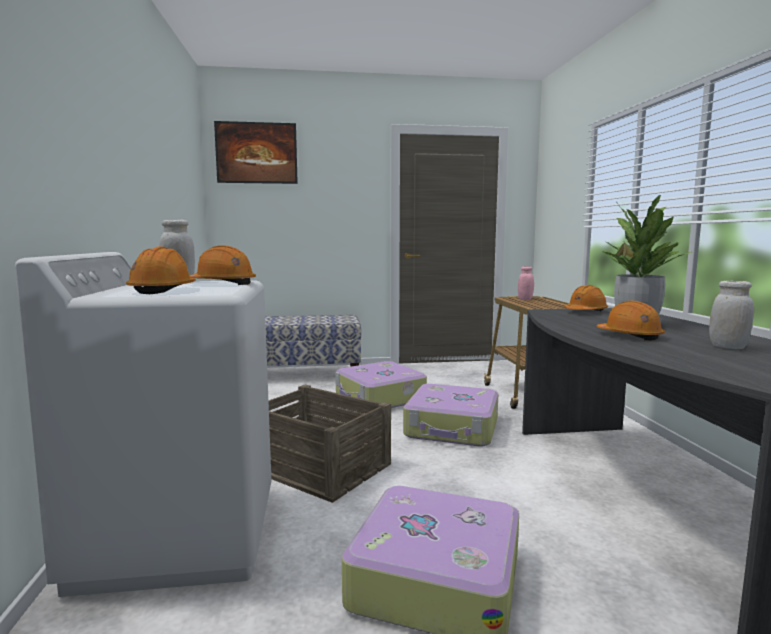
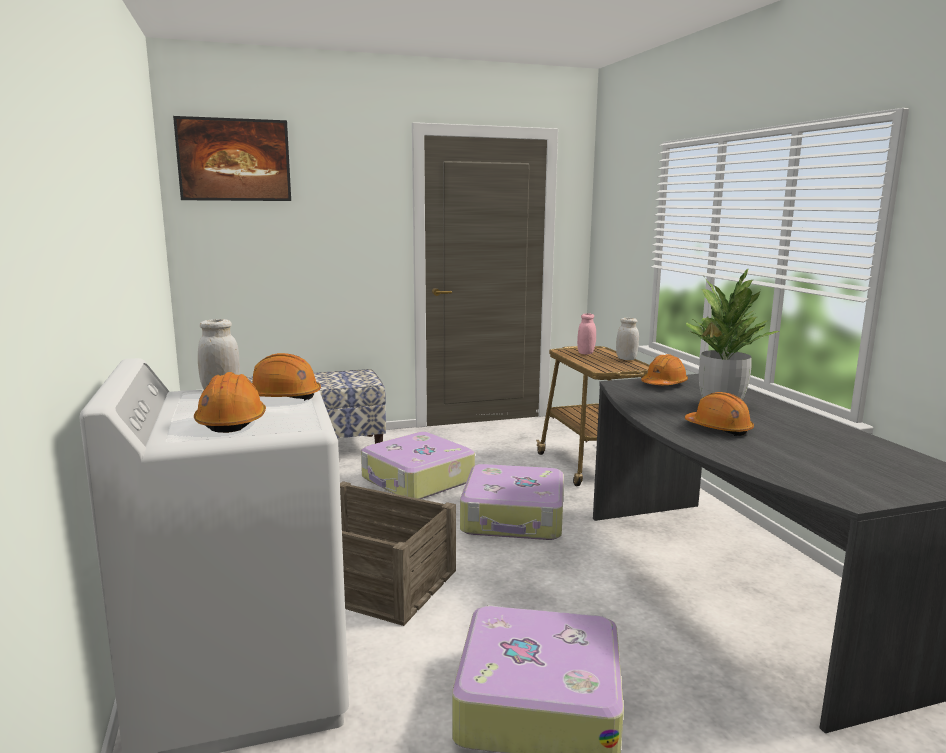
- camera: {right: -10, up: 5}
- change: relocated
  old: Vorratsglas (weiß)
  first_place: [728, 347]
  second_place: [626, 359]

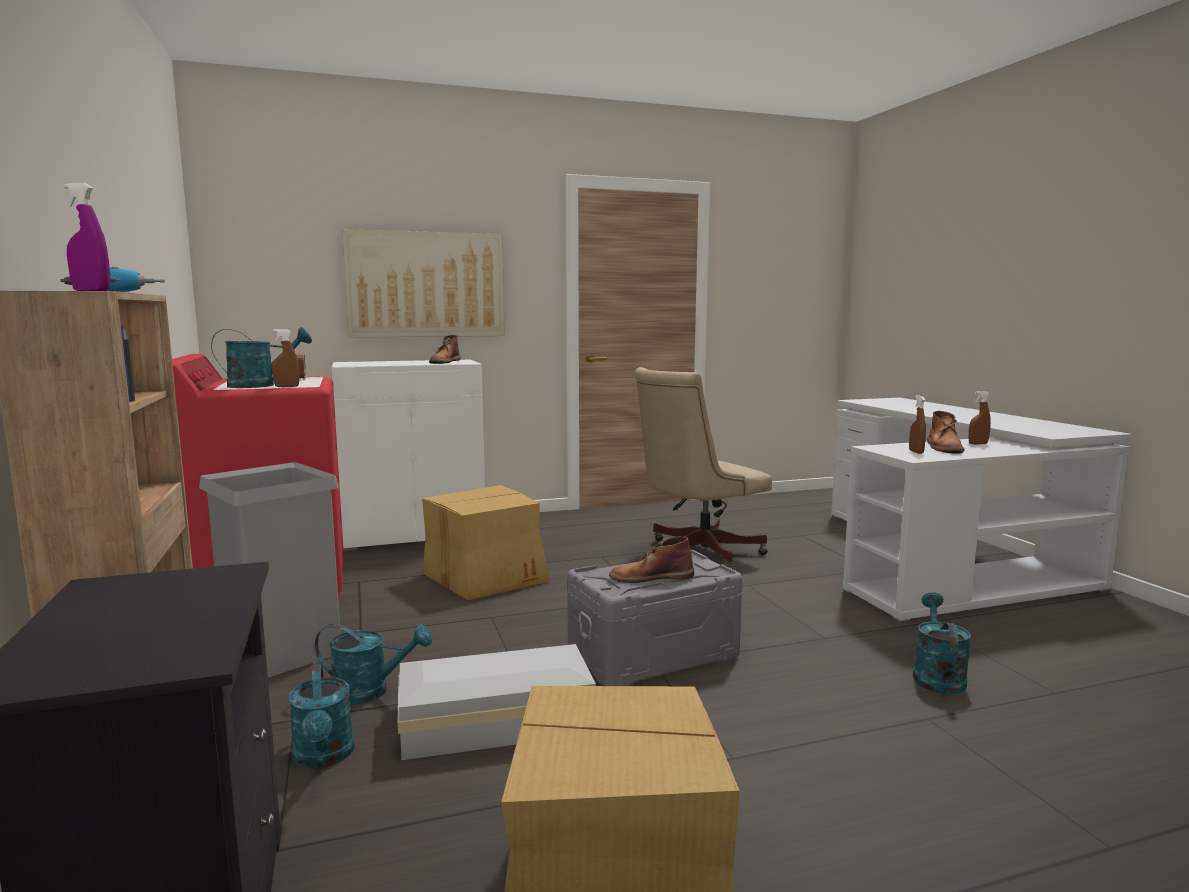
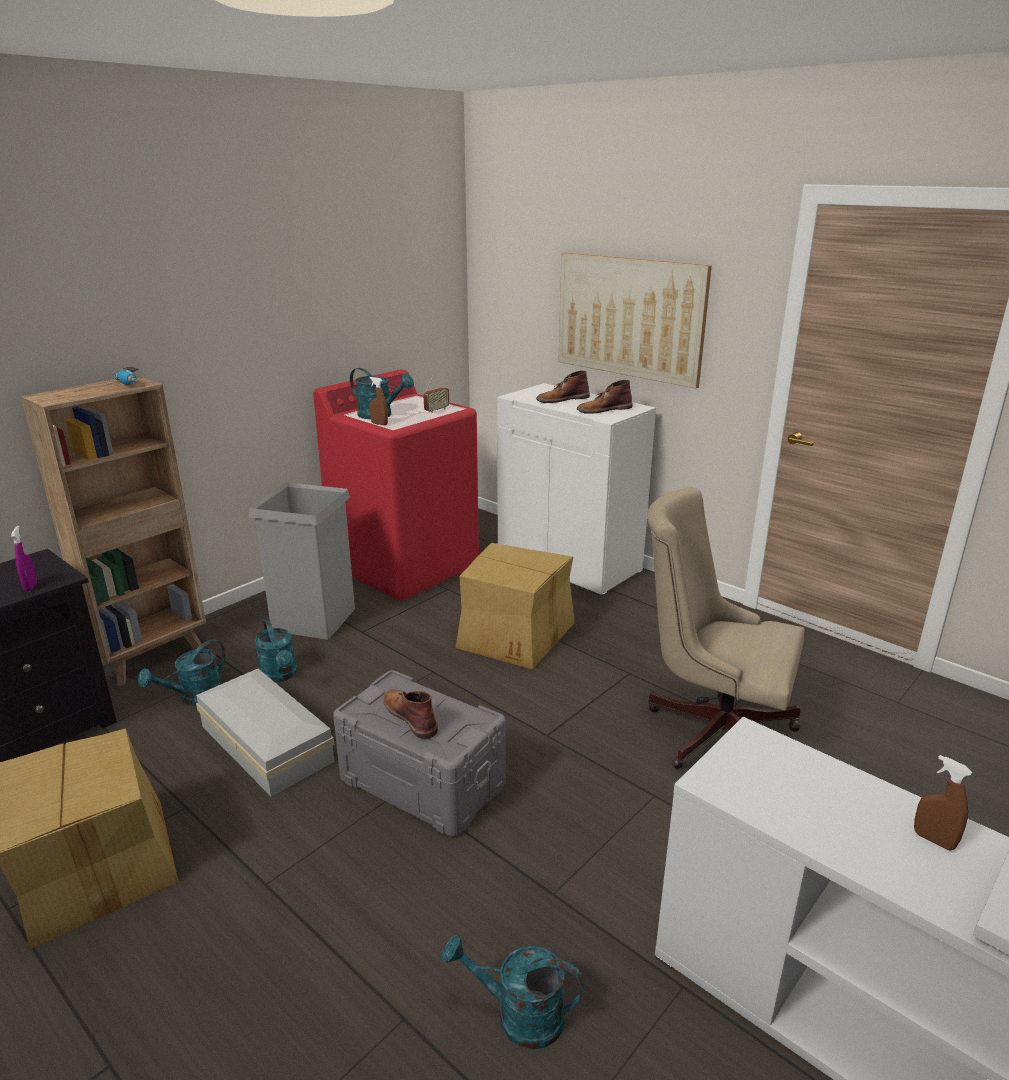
- camera: {right: 60, up: 15}
- change: relocated
  old: Sprühflasche (lila)
  first_place: [91, 291]
  second_place: [30, 586]
- change: spun
  old: Gießkanne (türkis)
  first_place: [936, 676]
  second_place: [518, 1016]
  degrees: -150
- change: relocated
  old: Stiefel (braun)
  first_place: [944, 447]
  second_place: [562, 399]
- change: missing
  old: Sprühflasche (braun)
  first_place: [916, 452]

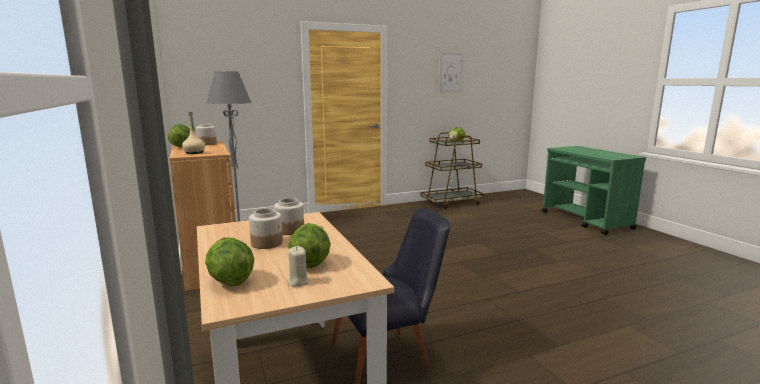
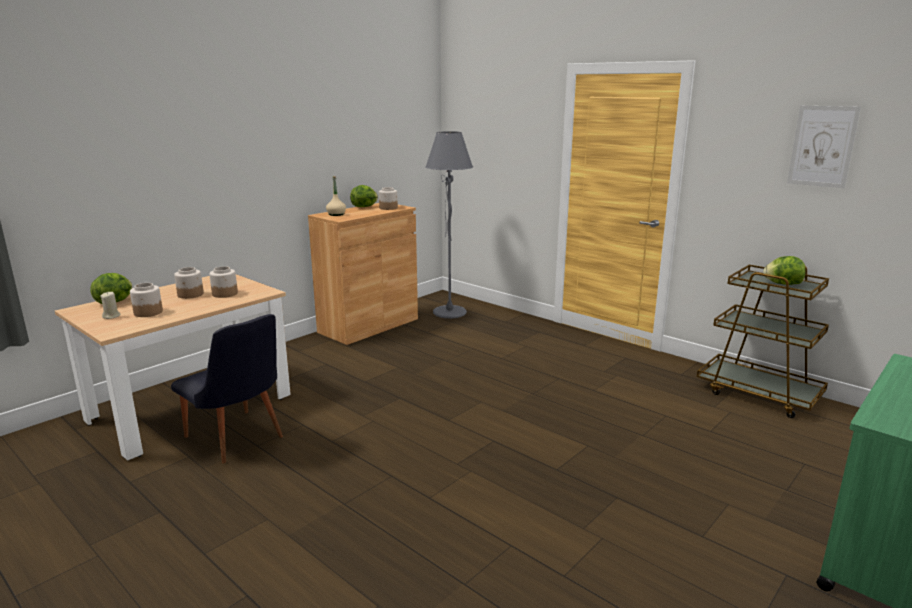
- camera: {right: 65, up: 5}
- change: exchanged
  old: Salatkopf
  new: Vorratsglas
  first_place: [309, 263]
  second_place: [148, 312]

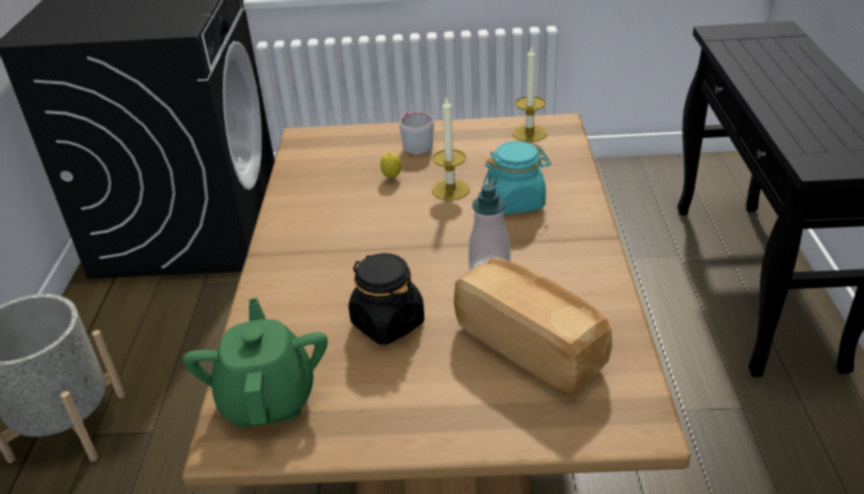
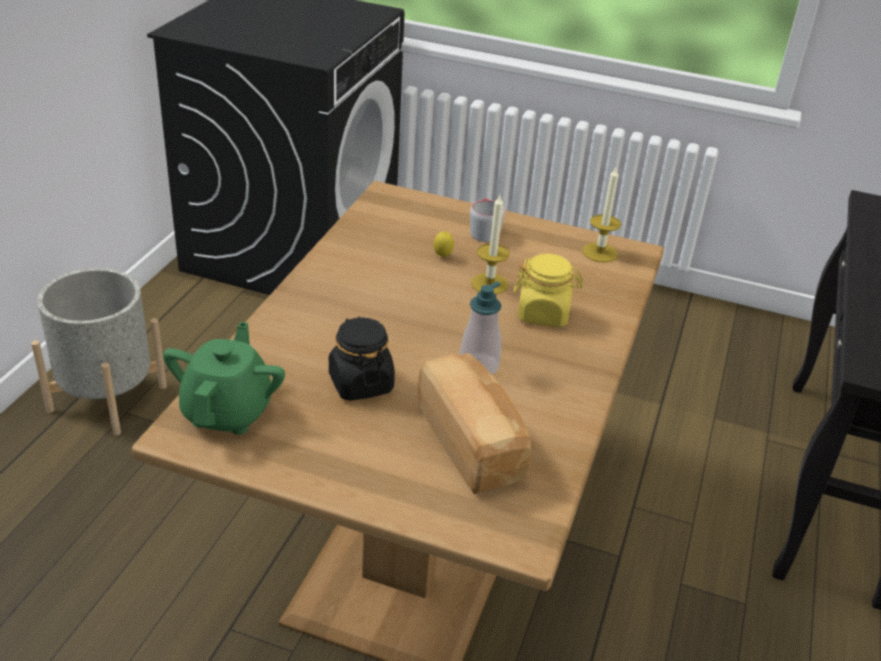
- camera: {right: 15, up: 0}
- change: colour
  old: Vorratsglas (türkis)
  new: Vorratsglas (gelb)
  first_place: [516, 202]
  second_place: [543, 314]

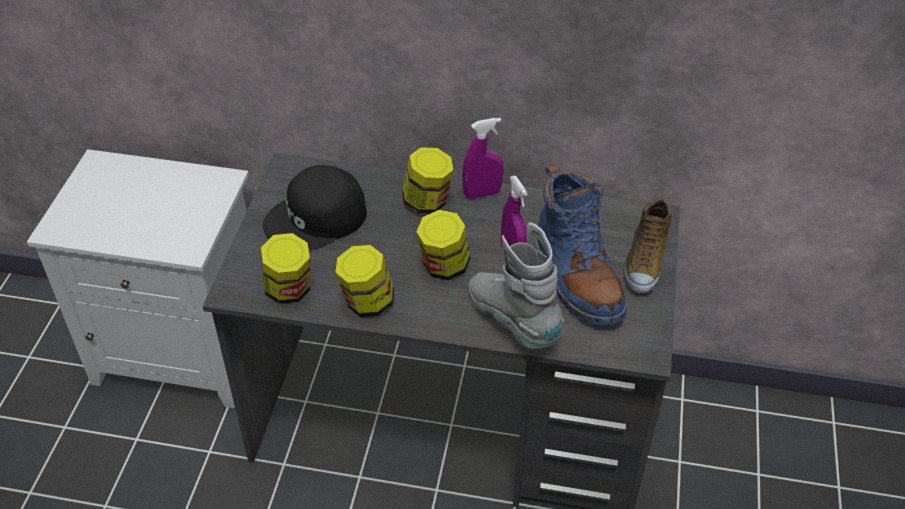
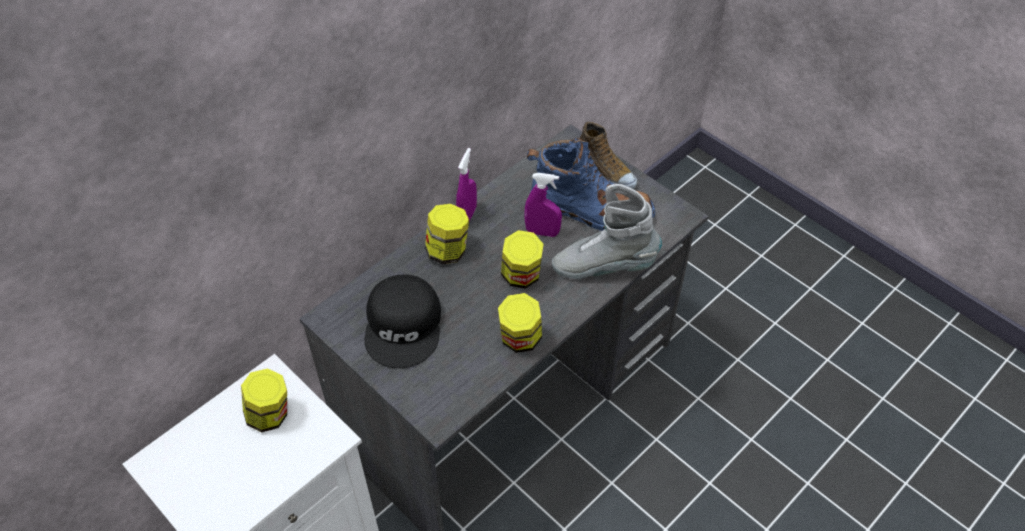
- camera: {right: -55, up: 5}
- change: relocated
  old: Vorratsglas
  first_place: [289, 290]
  second_place: [270, 415]

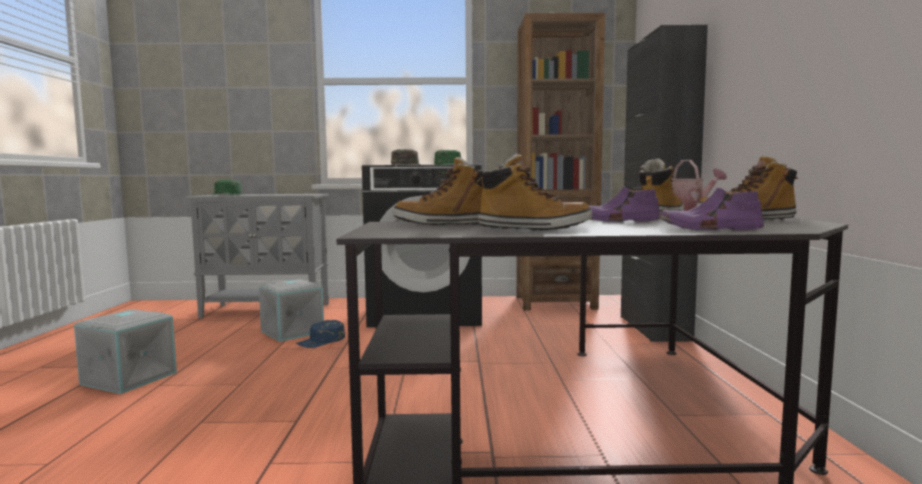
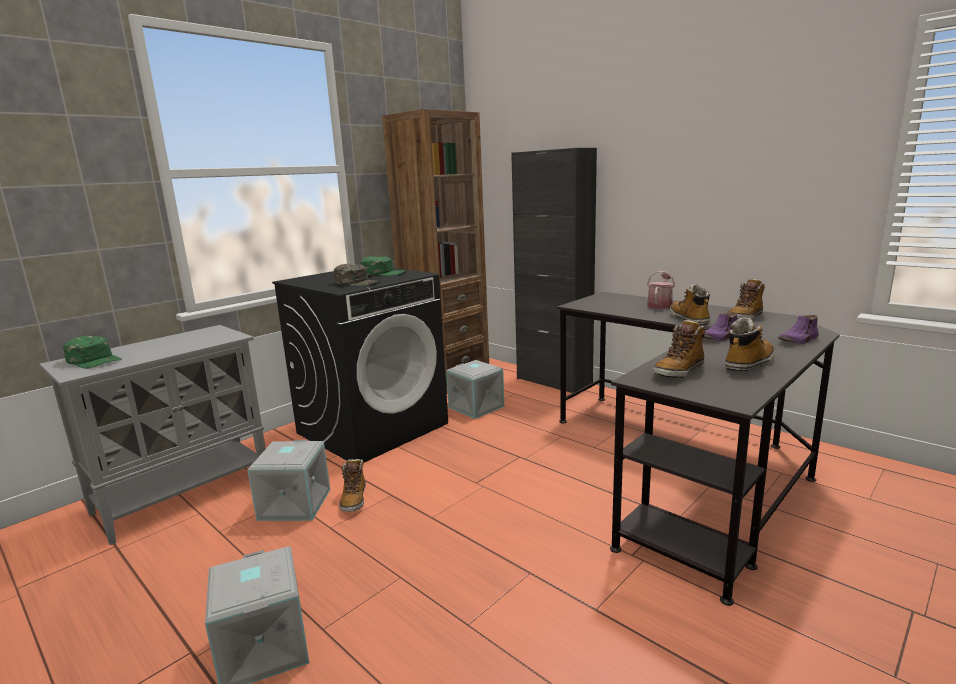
- camera: {right: -45, up: 10}
- change: exchanged
  old: Kappe (blau)
  new: Stiefel
  first_place: [321, 341]
  second_place: [354, 499]
- change: appeared
  new: Aufbewahrungsbox (grau)
  second_place: [477, 407]

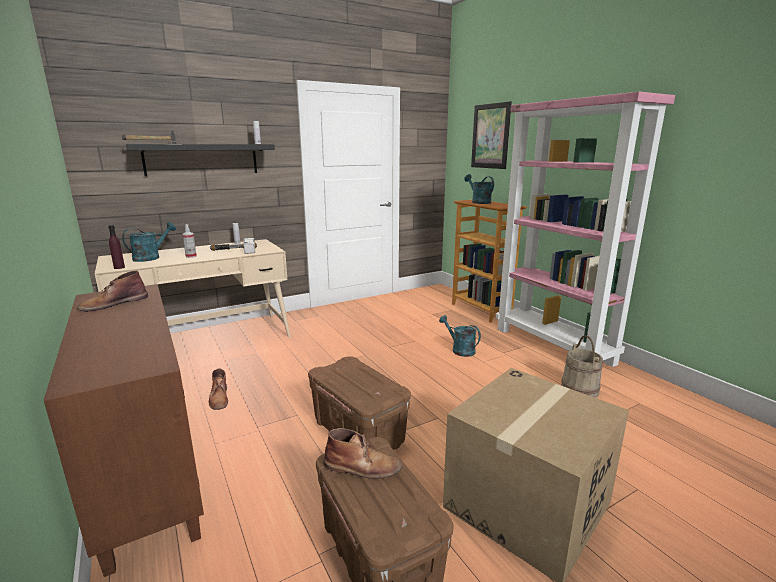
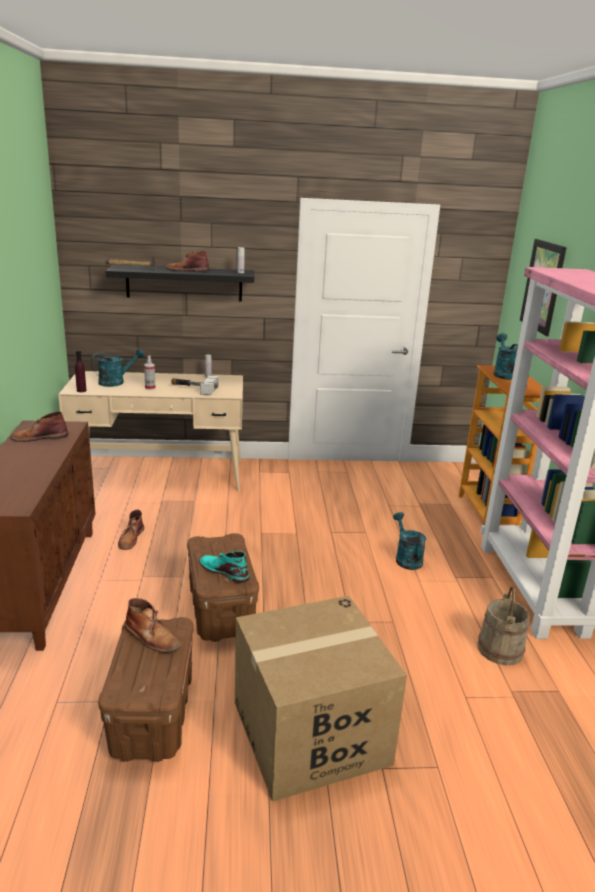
- camera: {right: 25, up: 5}
- change: appeared
  new: Stiefel (braun)
  second_place: [187, 270]
- change: appeared
  new: Stiefel (türkis)
  second_place: [224, 570]

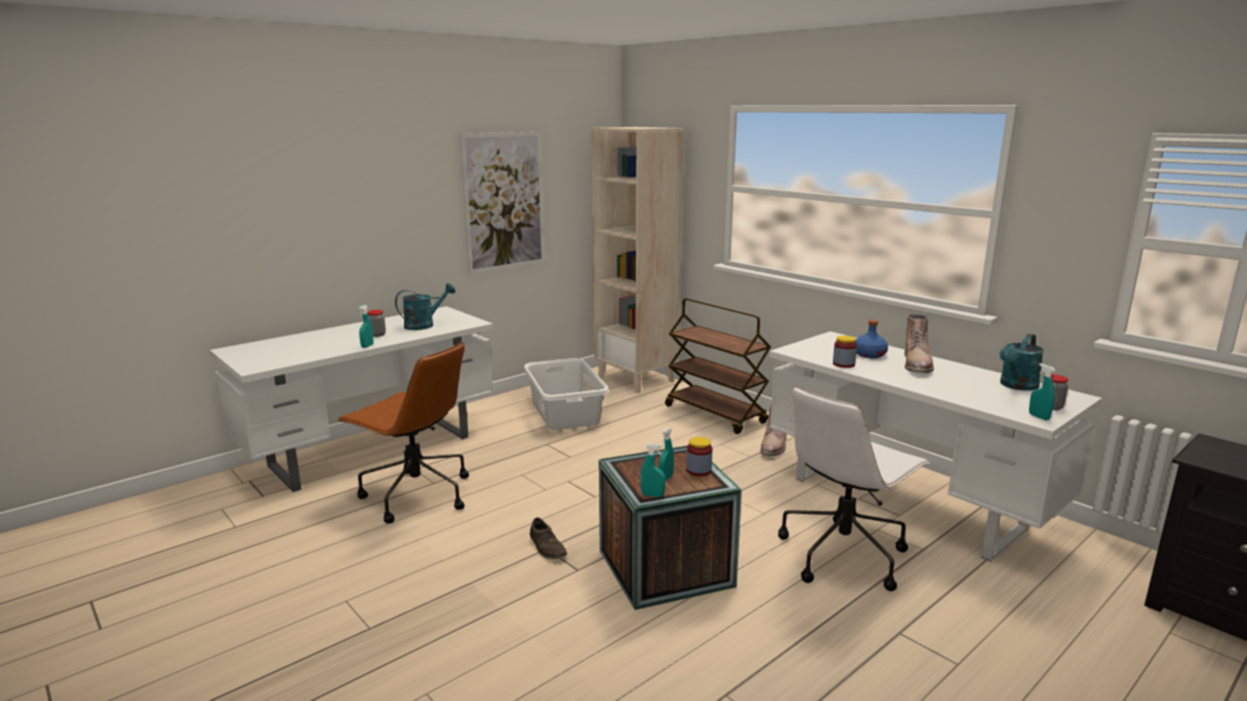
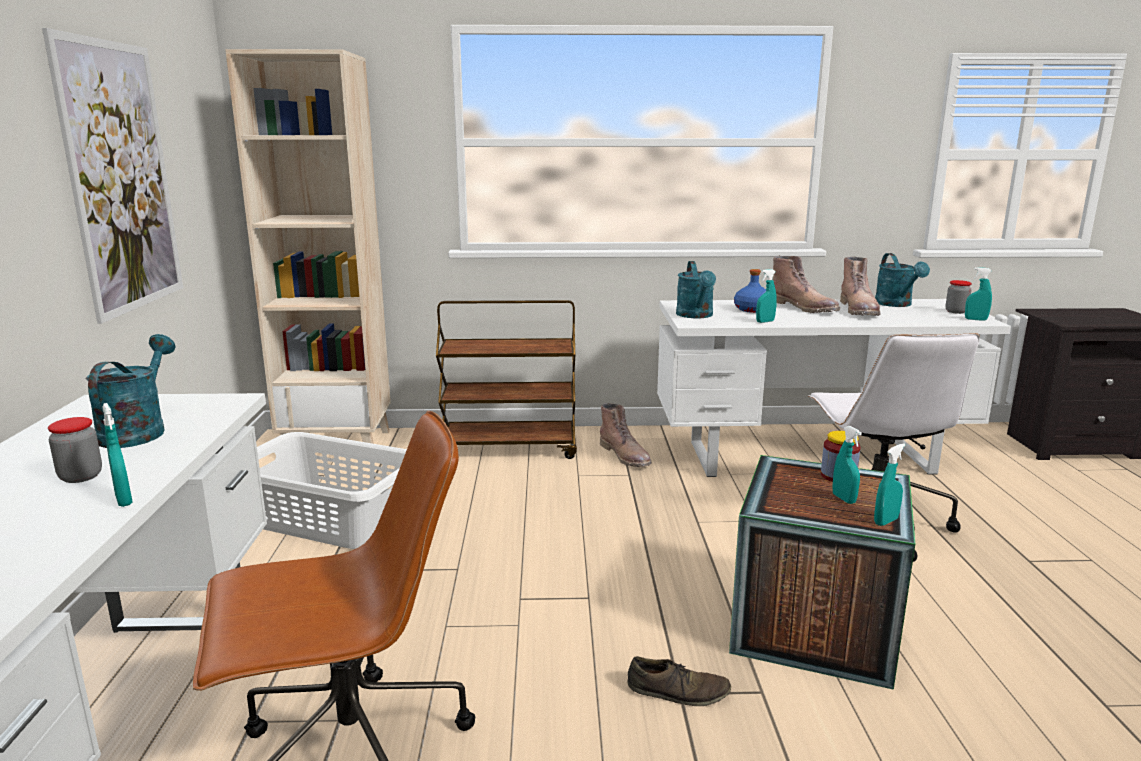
- camera: {right: -50, up: 0}
- change: appeared
  new: Gießkanne (türkis)
  second_place: [696, 316]
- change: exchanged
  old: Vorratsglas
  new: Sprühflasche (türkis)
  first_place: [843, 364]
  second_place: [765, 321]
- change: appeared
  new: Stiefel (braun)
  second_place: [860, 310]

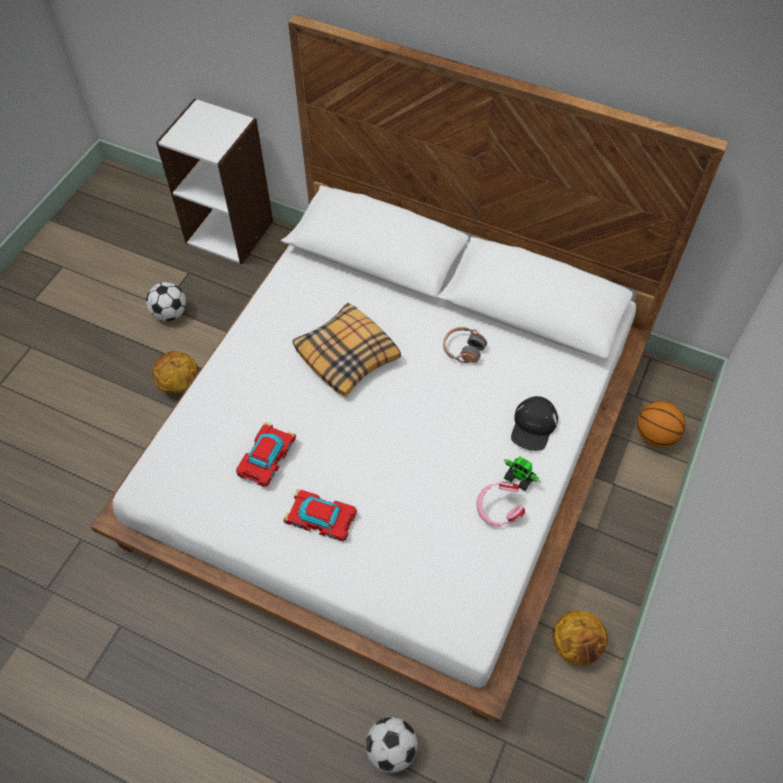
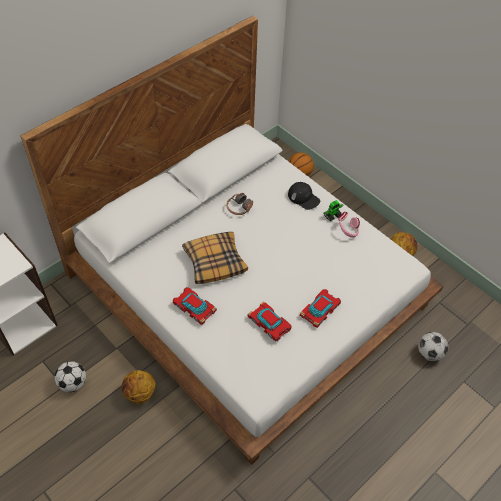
- camera: {right: -70, up: -5}
- change: appeared
  new: Spielzeugauto
  second_place: [194, 307]

